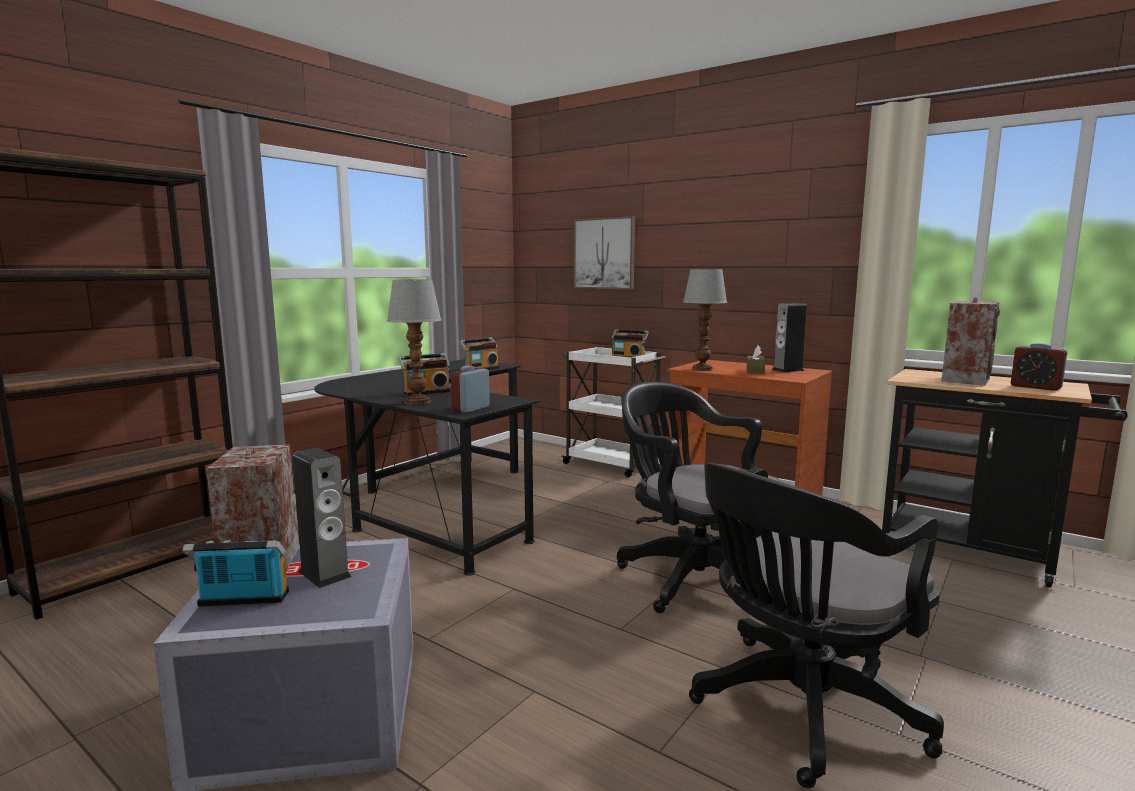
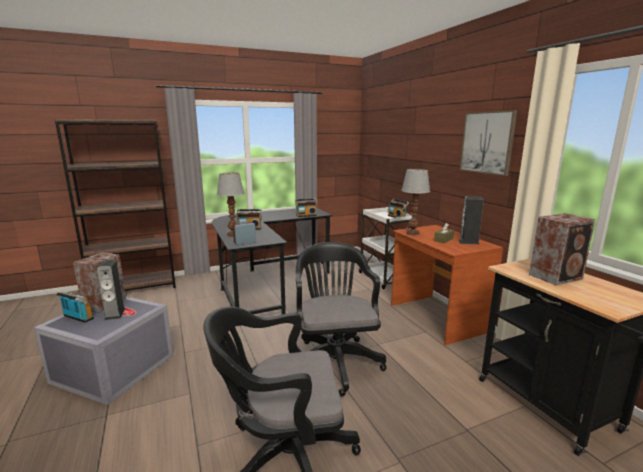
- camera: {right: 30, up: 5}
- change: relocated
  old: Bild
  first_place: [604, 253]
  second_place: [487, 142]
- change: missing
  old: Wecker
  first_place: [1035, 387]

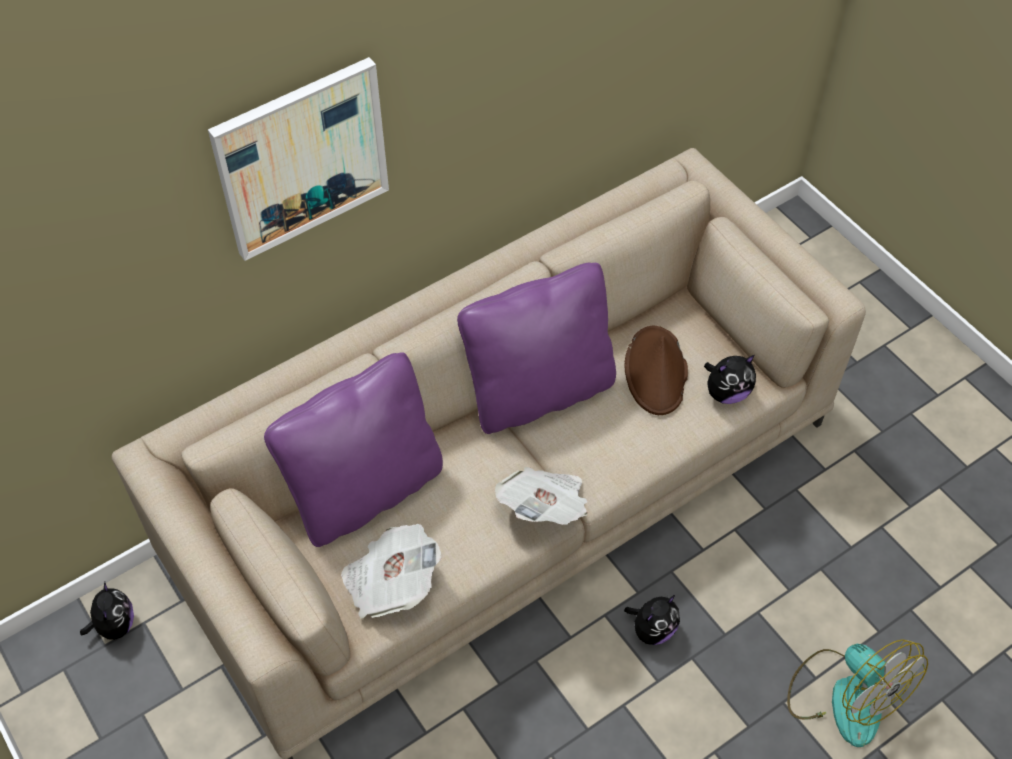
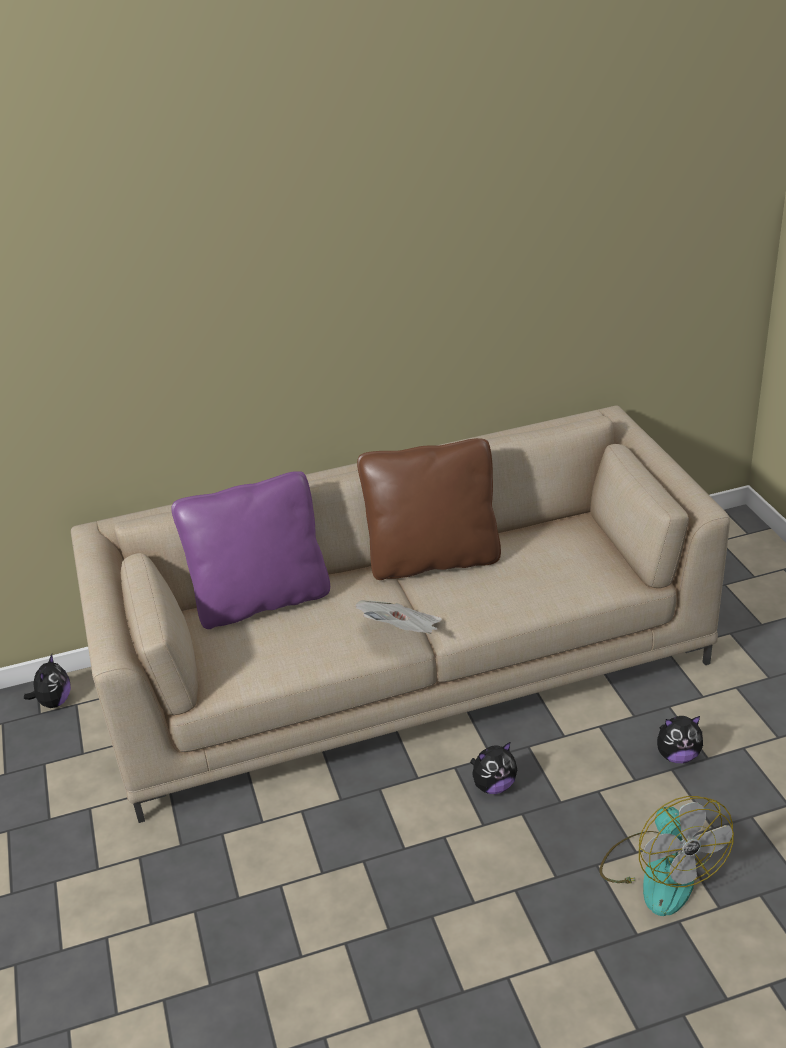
- camera: {right: 20, up: -20}
- change: colour
  old: Kissen (lila)
  new: Kissen (braun)
  first_place: [539, 391]
  second_place: [433, 560]
- change: relocated
  old: Plüschtier
  first_place: [726, 393]
  second_place: [677, 755]
- change: missing
  old: Bild
  first_place: [301, 158]
- change: missing
  old: Zeitung
  first_place: [391, 583]
- change: missing
  old: Hut (braun)
  first_place: [656, 372]

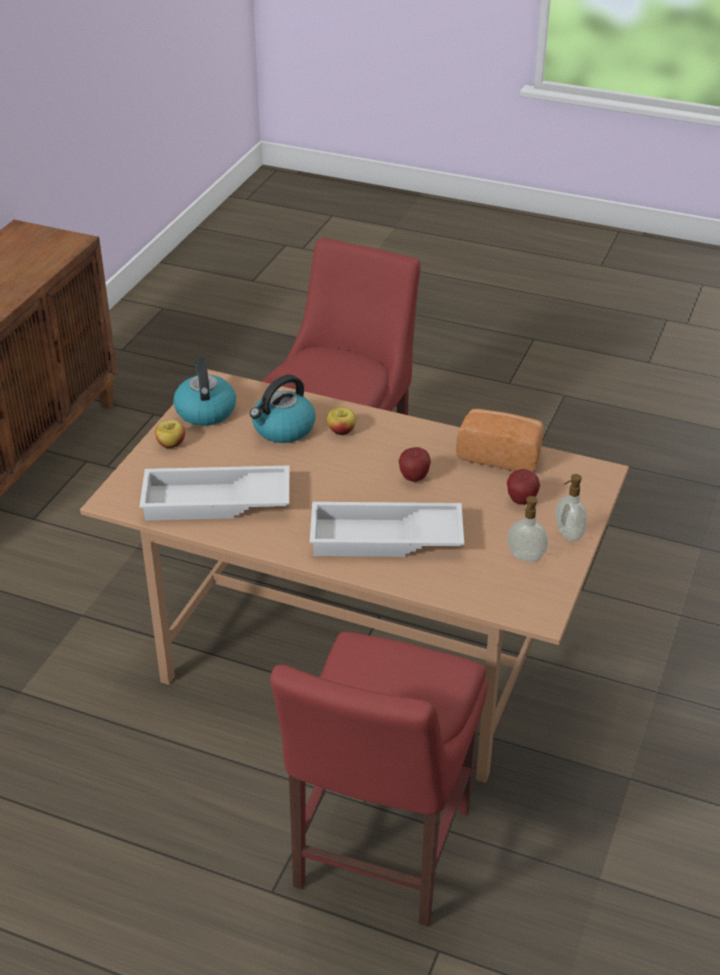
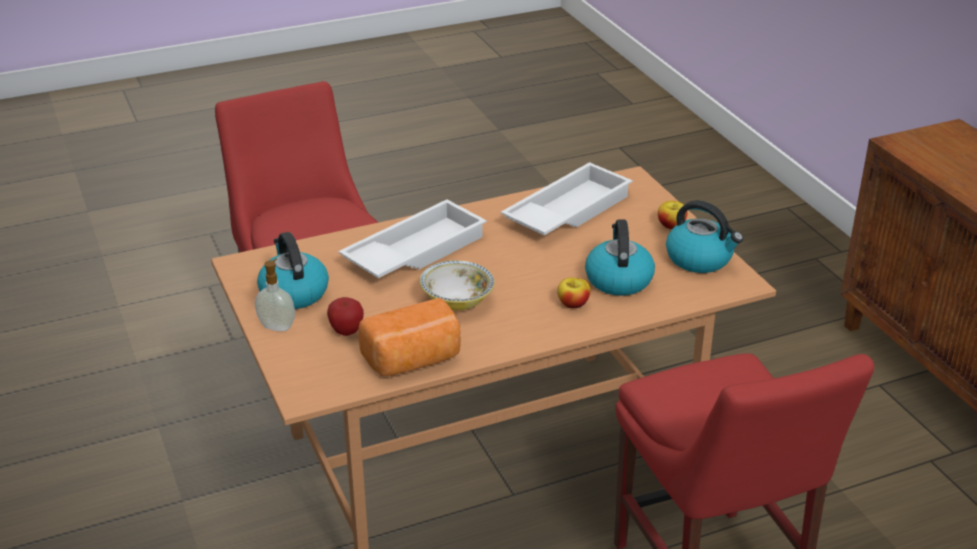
- camera: {right: 135, up: -5}
- change: exchanged
  old: Seifenspender
  new: Wasserkessel
  first_place: [525, 557]
  second_place: [293, 293]
- change: exchanged
  old: Apfel
  new: Schüssel
  first_place: [414, 478]
  second_place: [457, 301]

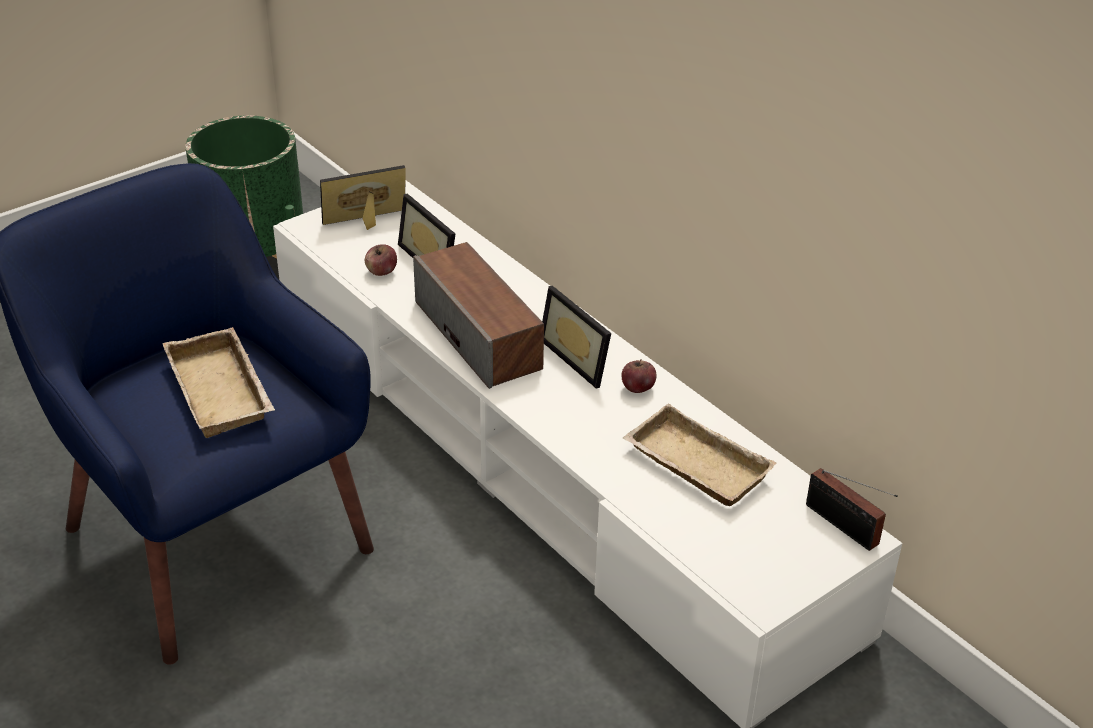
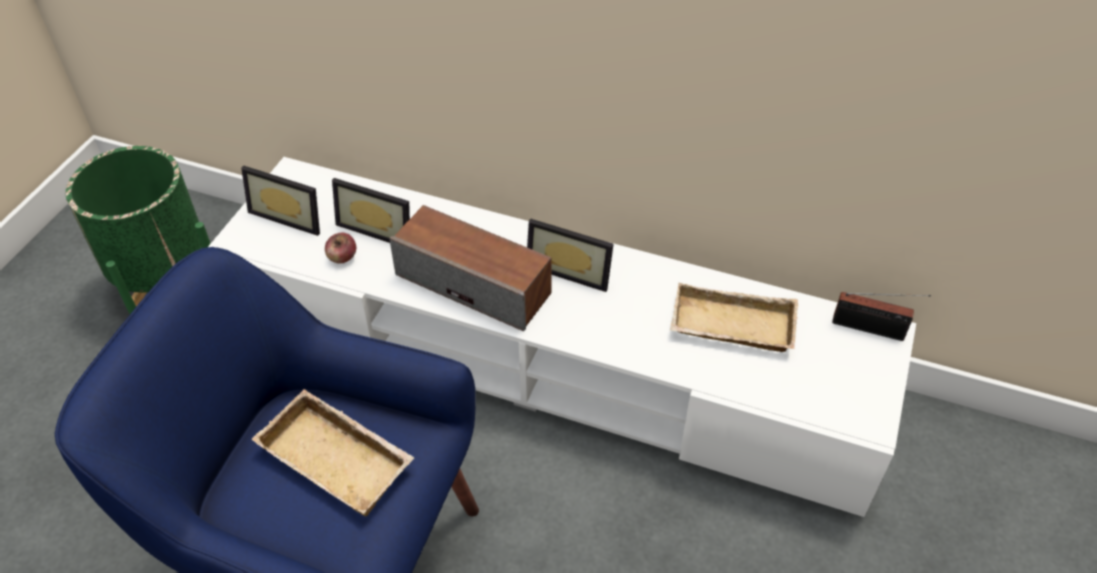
- camera: {right: -30, up: 10}
- change: spun
  old: Bilderrahmen
  first_place: [367, 223]
  second_place: [291, 214]
  degrees: -105
- change: missing
  old: Apfel
  first_place: [638, 388]

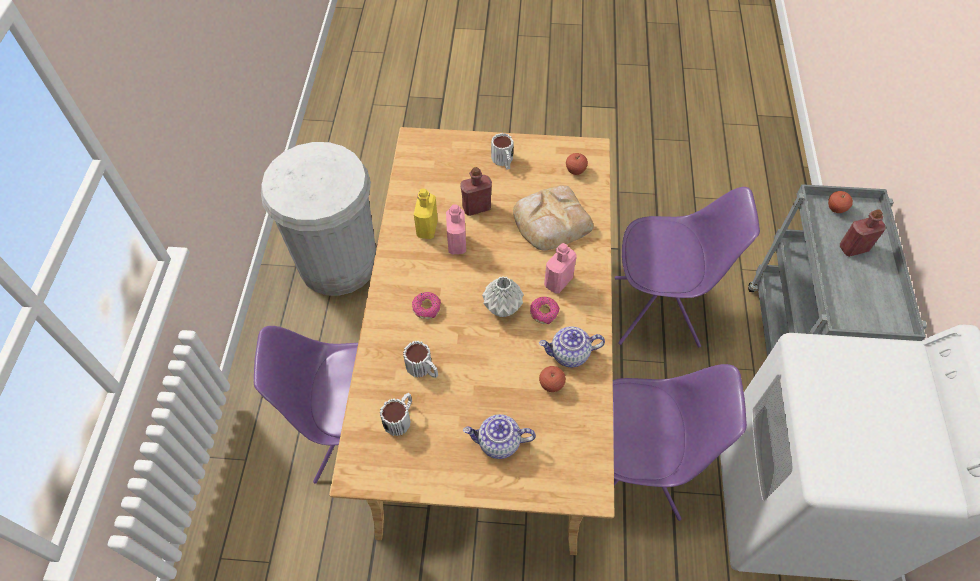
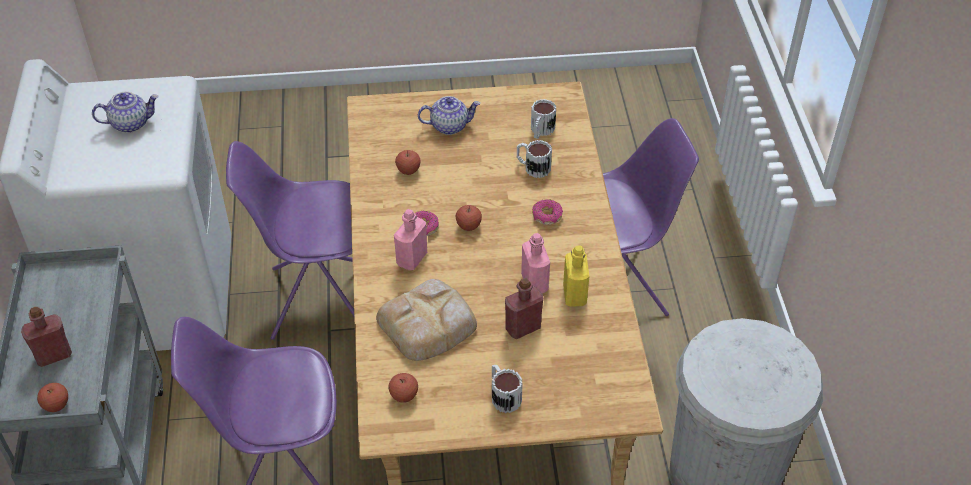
- camera: {right: 170, up: -10}
- change: relocated
  old: Teekanne
  first_place: [569, 354]
  second_place: [131, 123]
- change: exchanged
  old: Vase (grau)
  new: Apfel
  first_place: [501, 308]
  second_place: [468, 226]

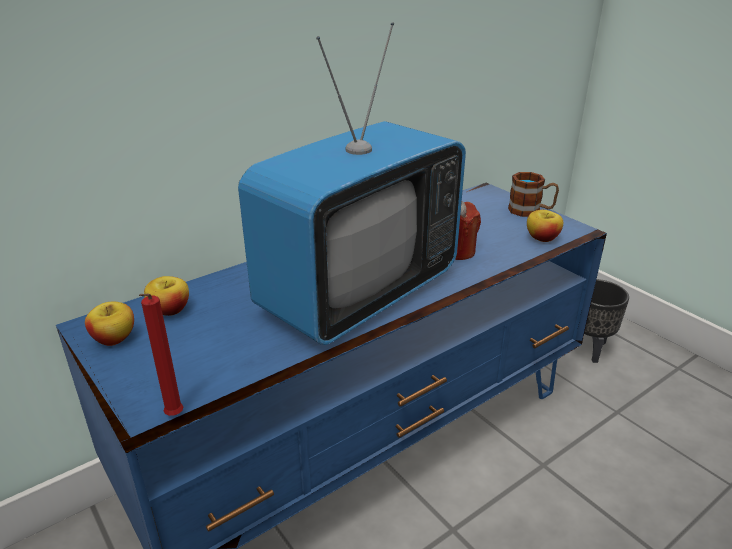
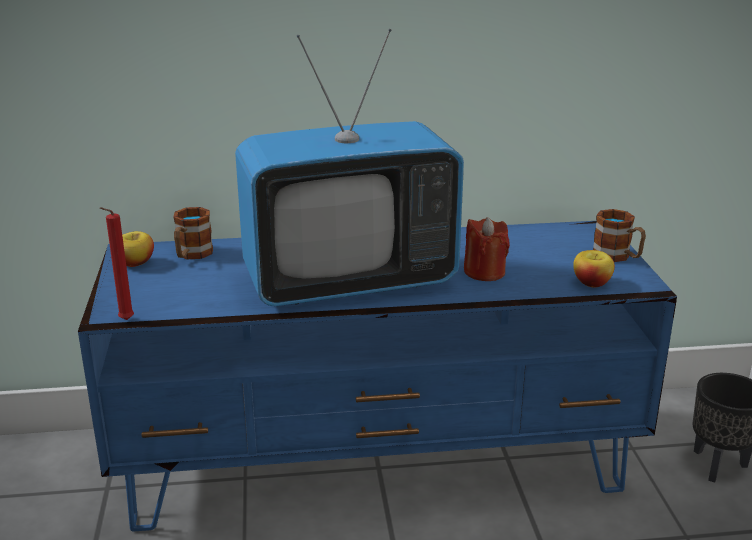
- camera: {right: 30, up: -5}
- change: exchanged
  old: Apfel
  new: Henkelbecher
  first_place: [170, 310]
  second_place: [191, 255]

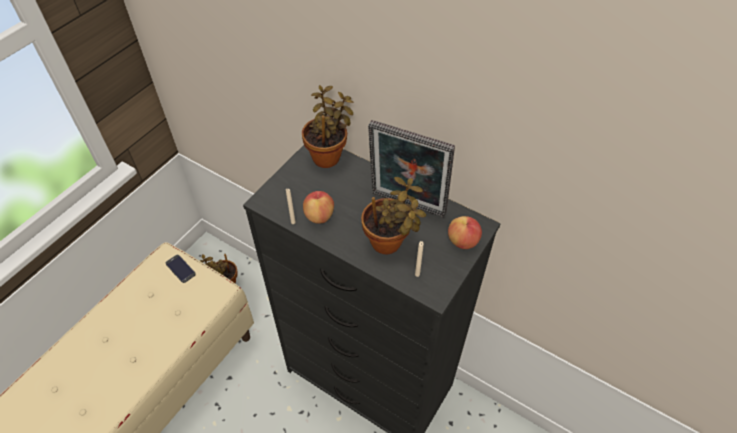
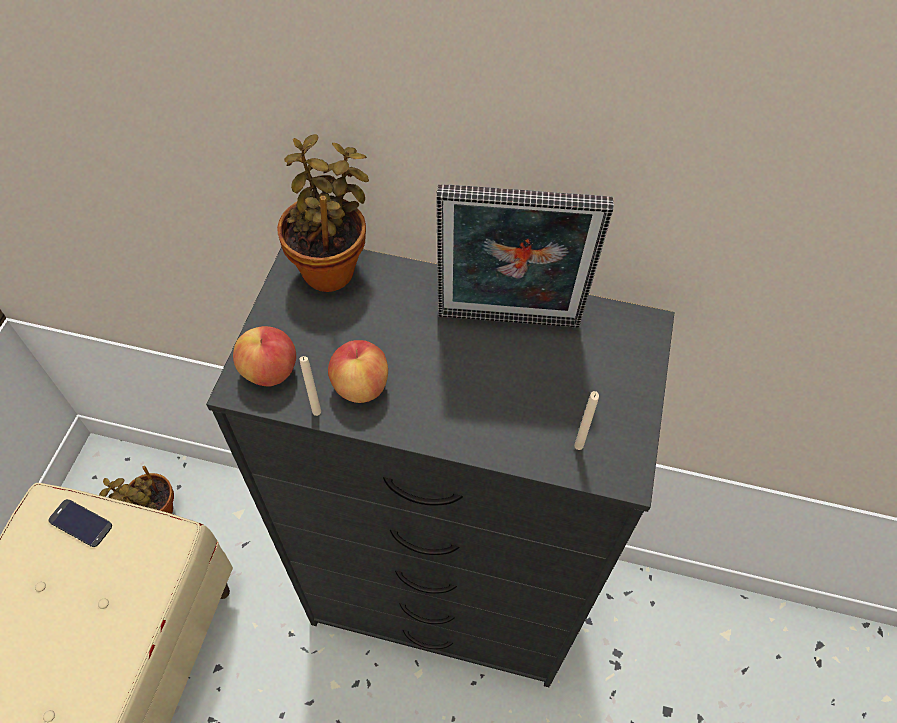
- camera: {right: -20, up: 5}
- change: relocated
  old: Apfel
  first_place: [463, 241]
  second_place: [270, 371]
- change: missing
  old: Topfpflanze
  first_place: [389, 243]

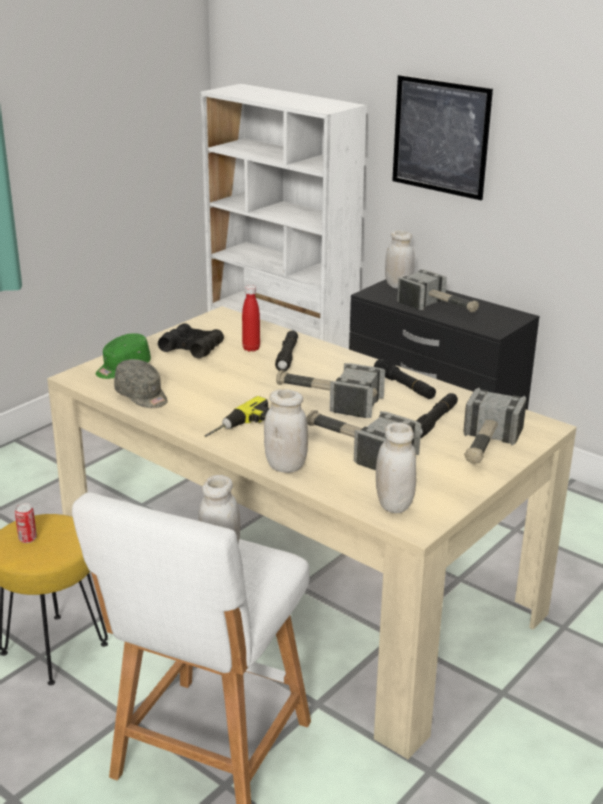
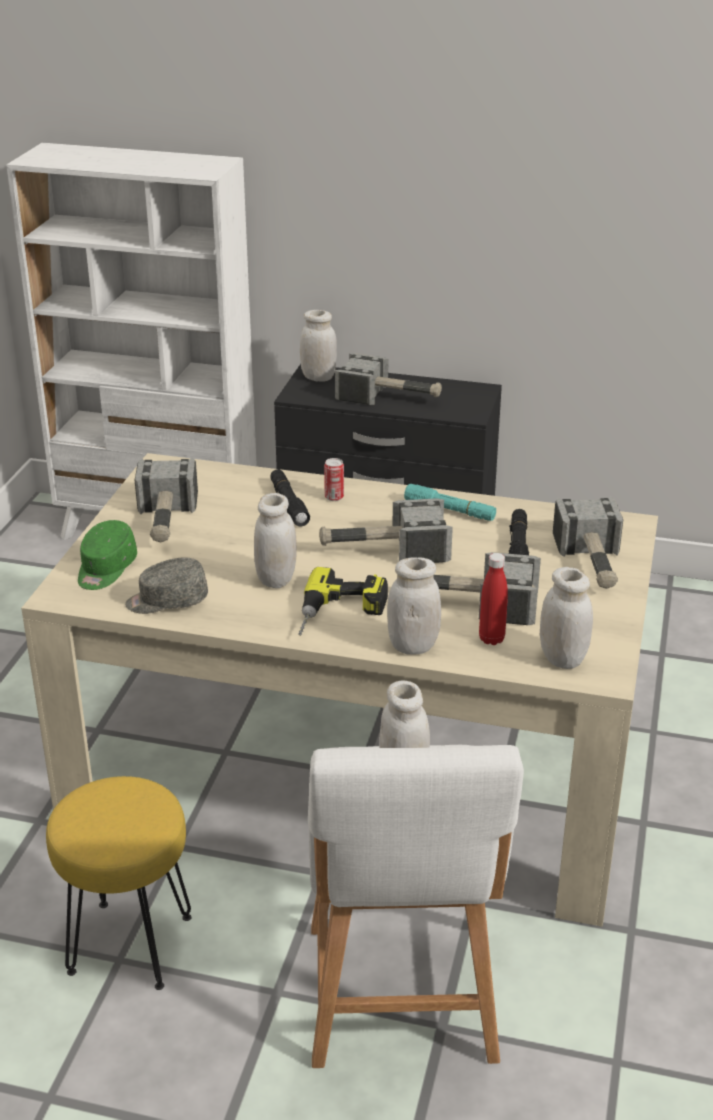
- camera: {right: -25, up: 5}
- change: spun
  old: Kappe (grau)
  first_place: [142, 396]
  second_place: [167, 601]
  degrees: 150
- change: exchanged
  old: Fernglas (schwarz)
  new: Hammer
  first_place: [191, 348]
  second_place: [165, 520]
- change: appeared
  new: Vorratsglas (weiß)
  second_place: [276, 579]
- change: relocated
  old: Dose
  first_place: [27, 538]
  second_place: [334, 497]
- change: colour
  old: Taschenlampe (schwarz)
  new: Taschenlampe (türkis)
  first_place: [404, 386]
  second_place: [450, 511]
- change: relocated
  old: Flasche (rot)
  first_place: [251, 348]
  second_place: [491, 639]
- change: missing
  old: Bild
  first_place: [440, 137]

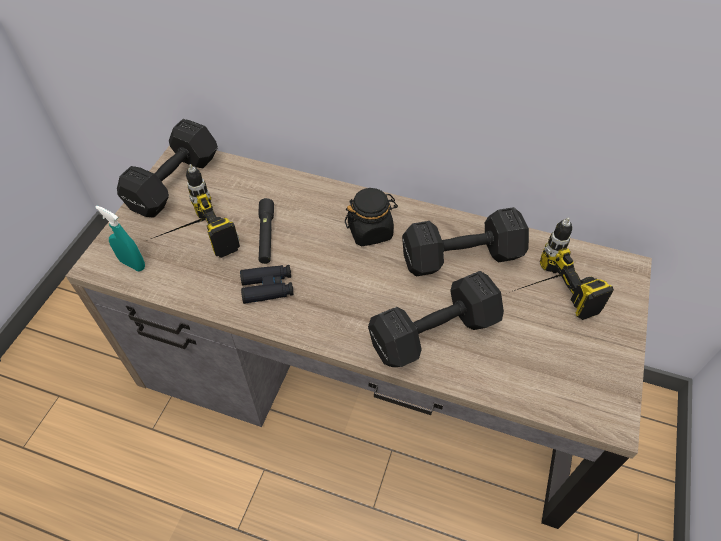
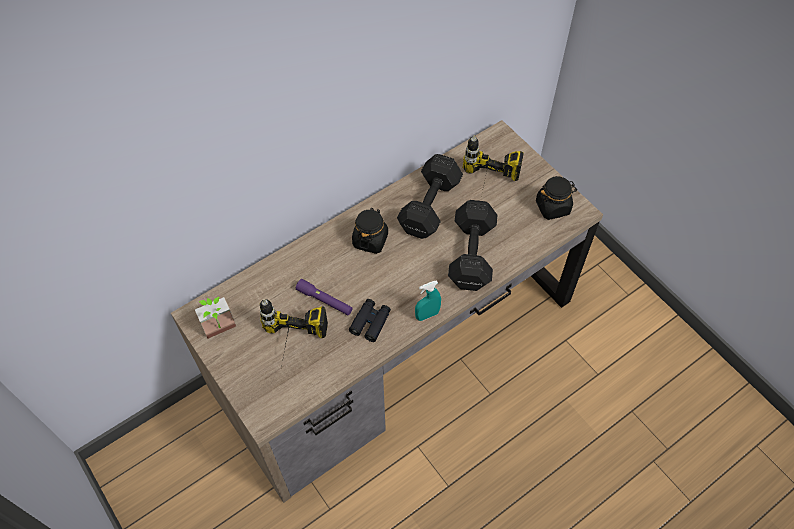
- camera: {right: -55, up: 5}
- change: exchanged
  old: Hantel (schwarz)
  new: Topfpflanze
  first_place: [176, 182]
  second_place: [221, 331]
- change: colour
  old: Taschenlampe (schwarz)
  new: Taschenlampe (lila)
  first_place: [266, 236]
  second_place: [324, 300]
- change: relocated
  old: Sprühflasche (türkis)
  first_place: [132, 264]
  second_place: [427, 315]
- change: appeared
  new: Vorratsglas (schwarz)
  second_place: [553, 207]

